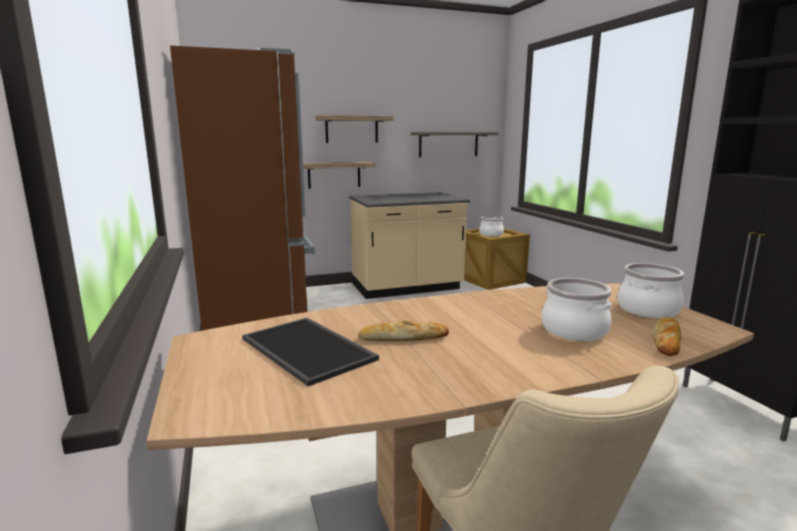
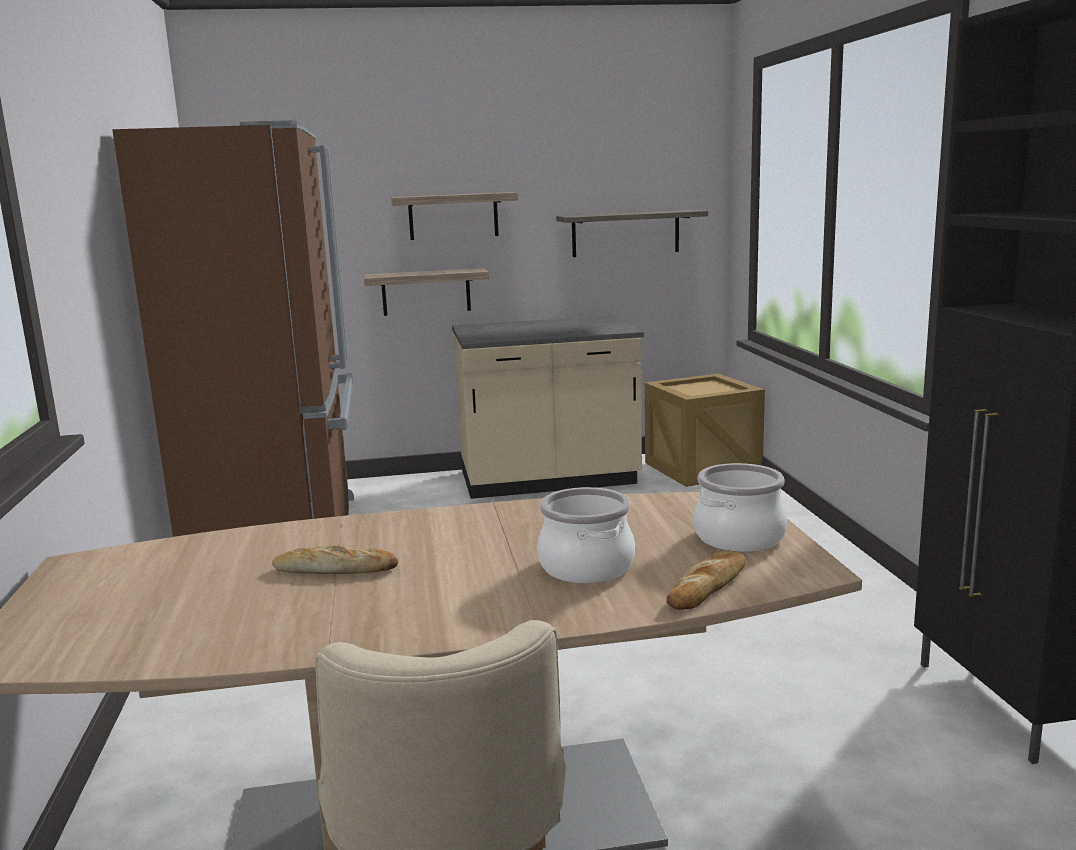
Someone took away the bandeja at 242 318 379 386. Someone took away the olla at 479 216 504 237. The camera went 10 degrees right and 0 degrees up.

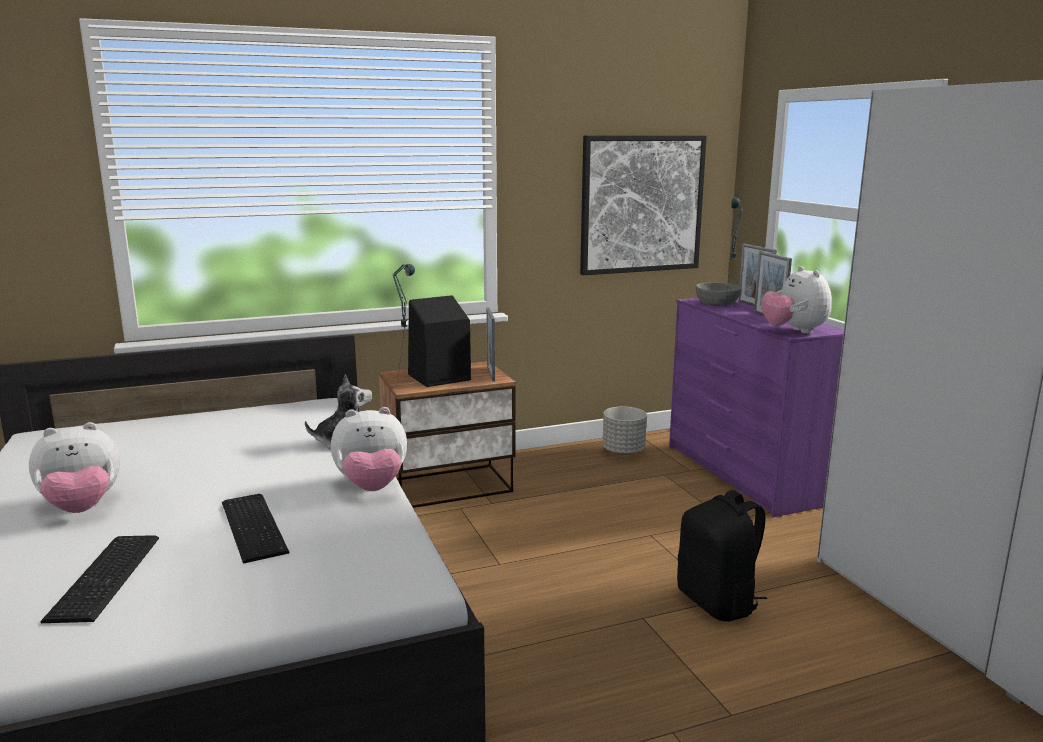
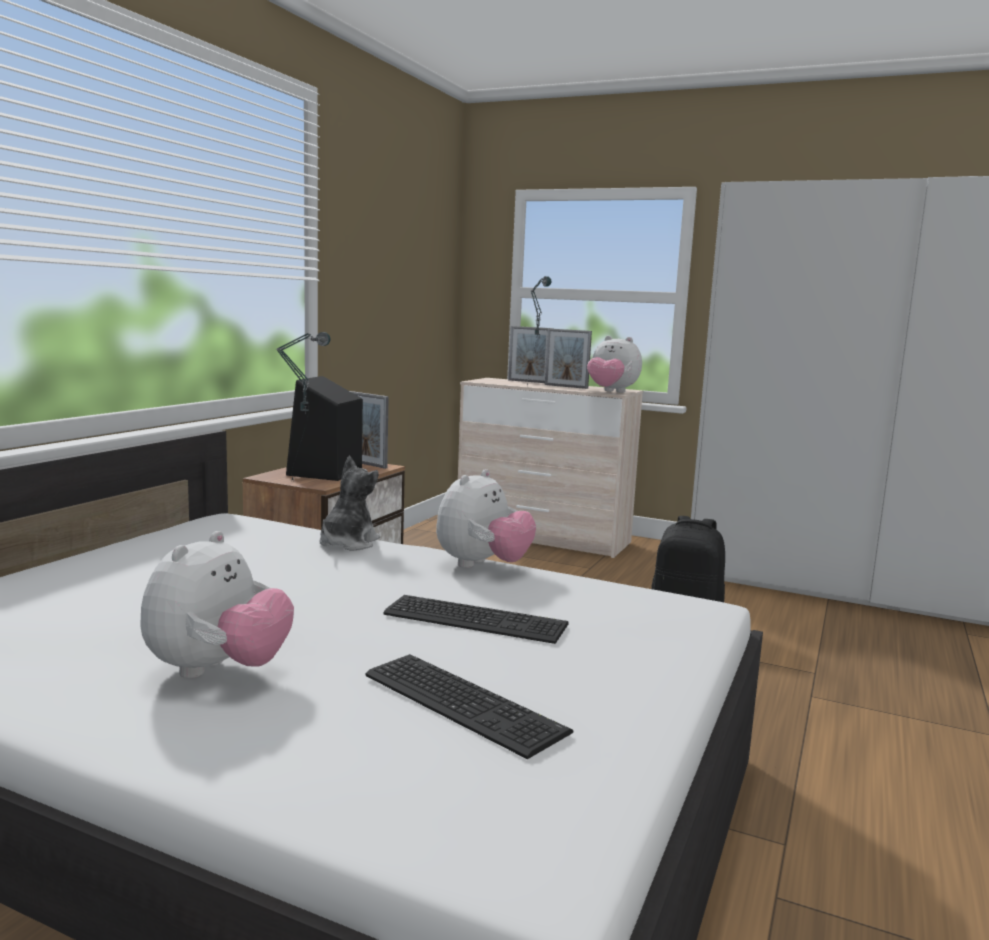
Someone took away the cuadro at 580 135 707 275. Someone took away the maceta/gris at 603 406 647 455. Someone repainted the cómoda/morado at 669 298 844 517, which became the cómoda/beis at 458 378 643 558. Someone took away the cuenco/gris at 696 282 741 306. The camera went 45 degrees left and 5 degrees down.

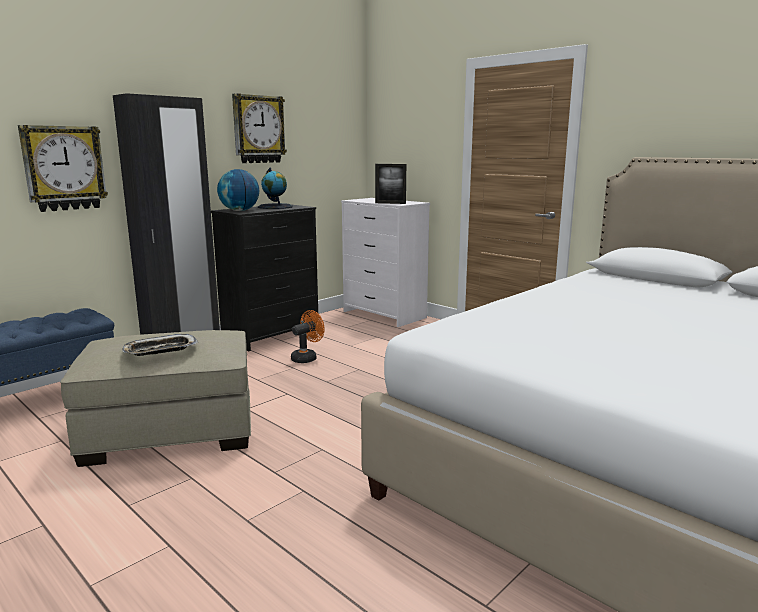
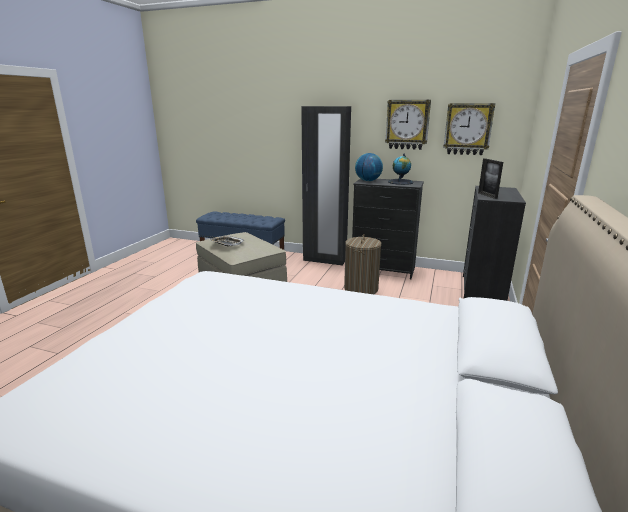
Someone carried the reloj de pared from 18 125 108 212 to 444 103 495 155. Someone swapped the ventilador/naranja at 291 310 325 363 for the cesto de la ropa at 344 234 381 294. Someone repainted the cómoda/blanco at 341 198 430 327, which became the cómoda/negro at 463 186 526 301. The camera went 65 degrees right and 5 degrees up.

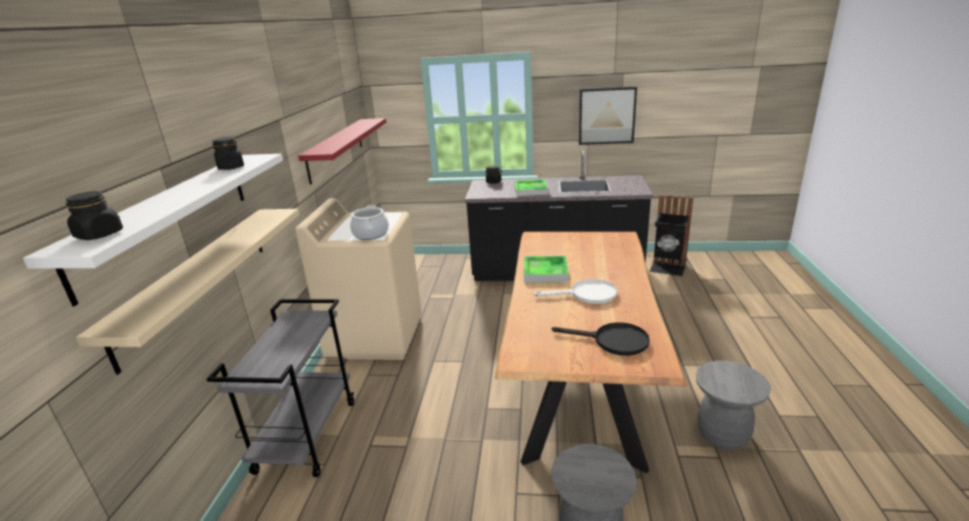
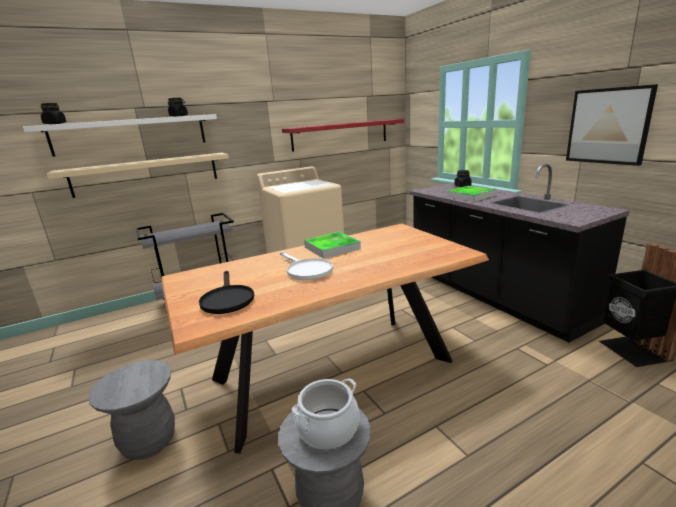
Someone carried the olla from 350 205 389 240 to 292 378 359 450. The camera went 55 degrees right and 5 degrees down.

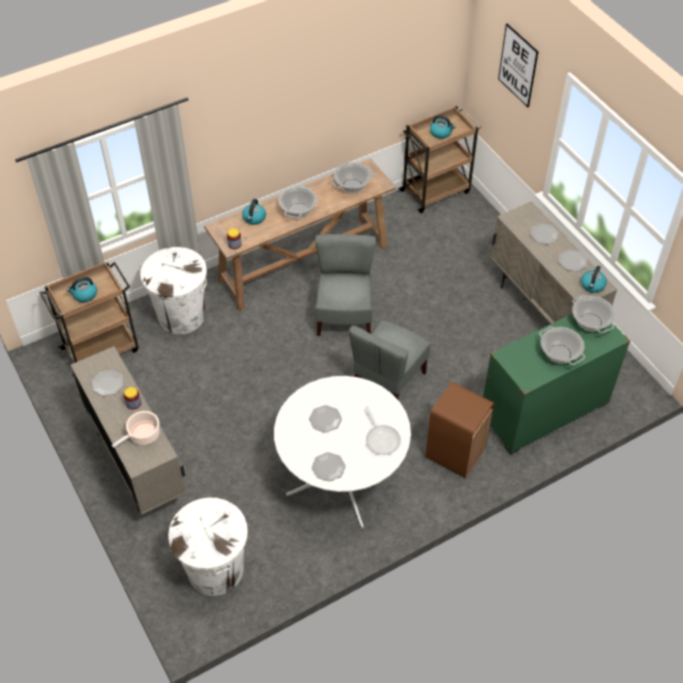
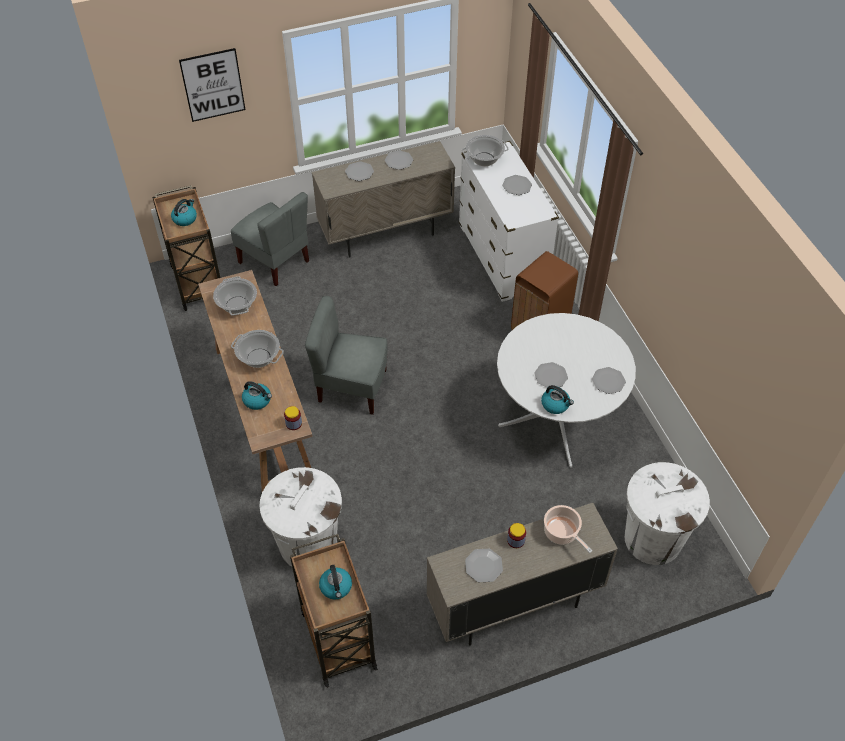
Someone carried the silla/gris from 349 320 430 399 to 231 192 309 286. Someone took away the sartén at 366 406 401 455. Someone repainted the cómoda/verde at 483 313 630 455, which became the cómoda/blanco at 459 141 559 302. Someone swapped the olla at 539 326 585 365 for the plato at 502 175 532 195. Someone carried the hervidor from 581 266 607 293 to 541 385 574 414. The camera went 80 degrees left and 0 degrees up.

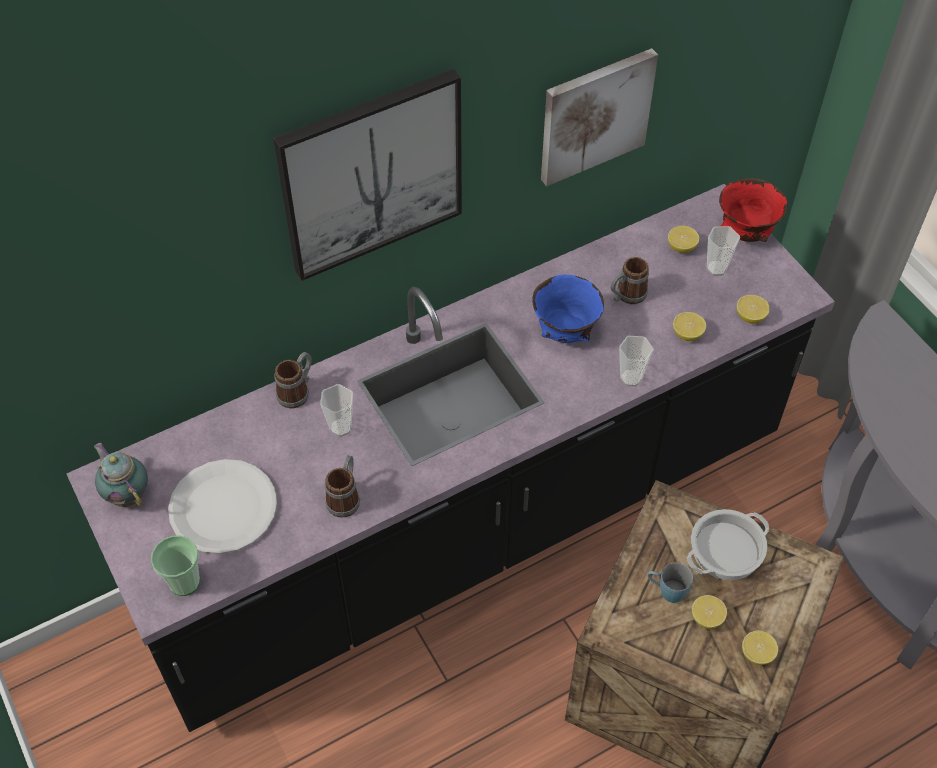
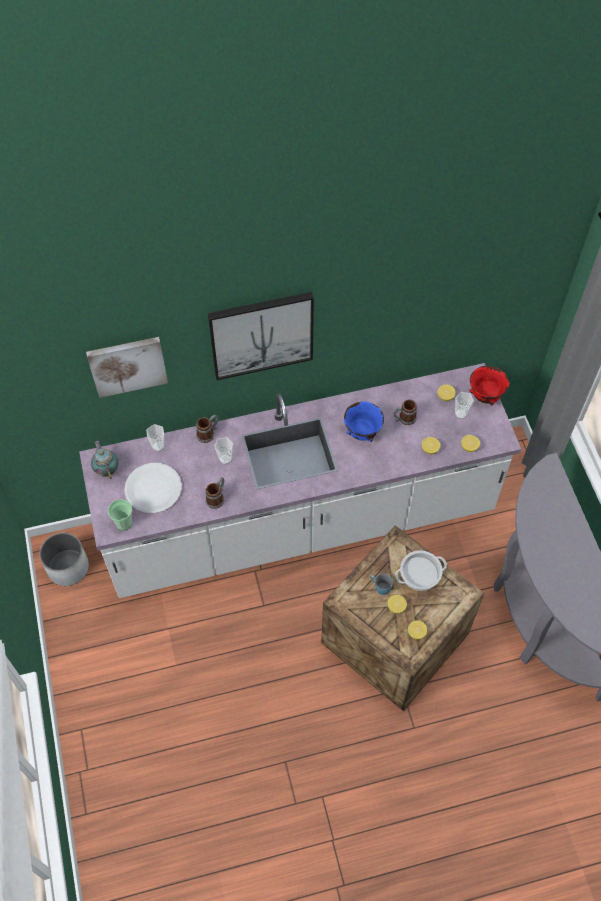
Someone repainted the mueble bajo de cocina/negro at 66 184 835 732, which became the mueble bajo de cocina/blanco at 79 363 521 598. Someone carried the cuadro from 541 48 658 186 to 86 337 168 398. Someone carried the taza from 619 336 653 387 to 146 424 164 452. Someone put down the maceta/blanco at 39 533 89 586. The camera went 15 degrees right and 5 degrees up.

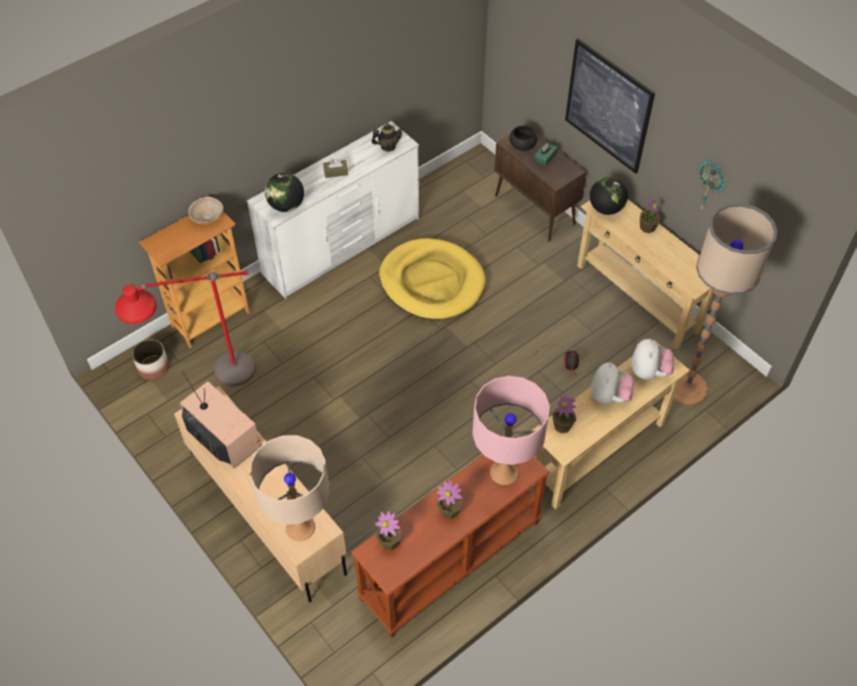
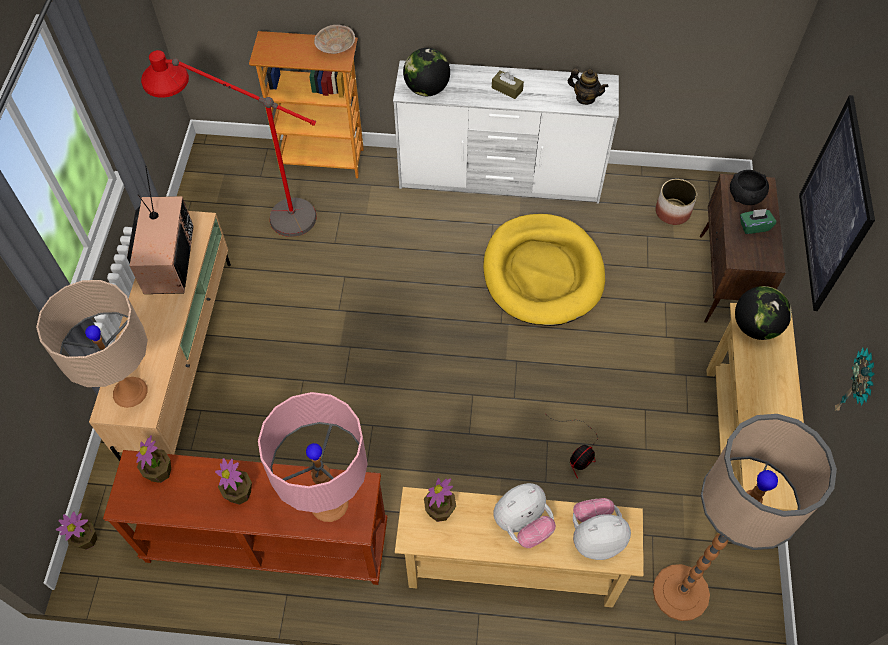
Someone carried the maceta from 132 339 169 380 to 655 179 697 225. Someone rotated the peluche at 631 339 674 379 by 150 degrees counterclockwise. Someone carried the planta en maceta from 640 197 661 233 to 56 512 97 550. The camera went 45 degrees right and 5 degrees up.

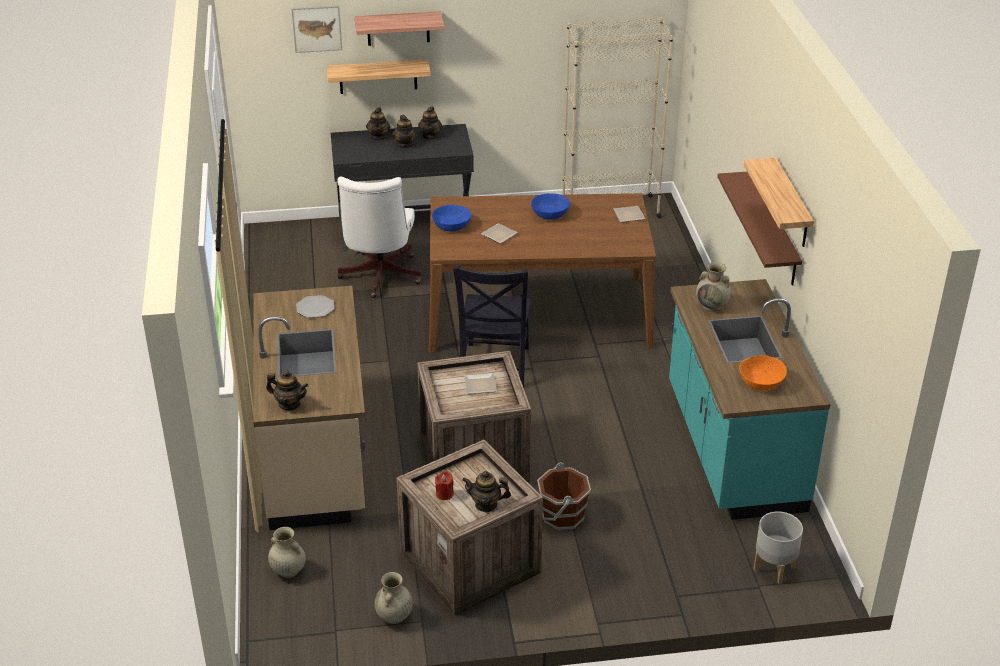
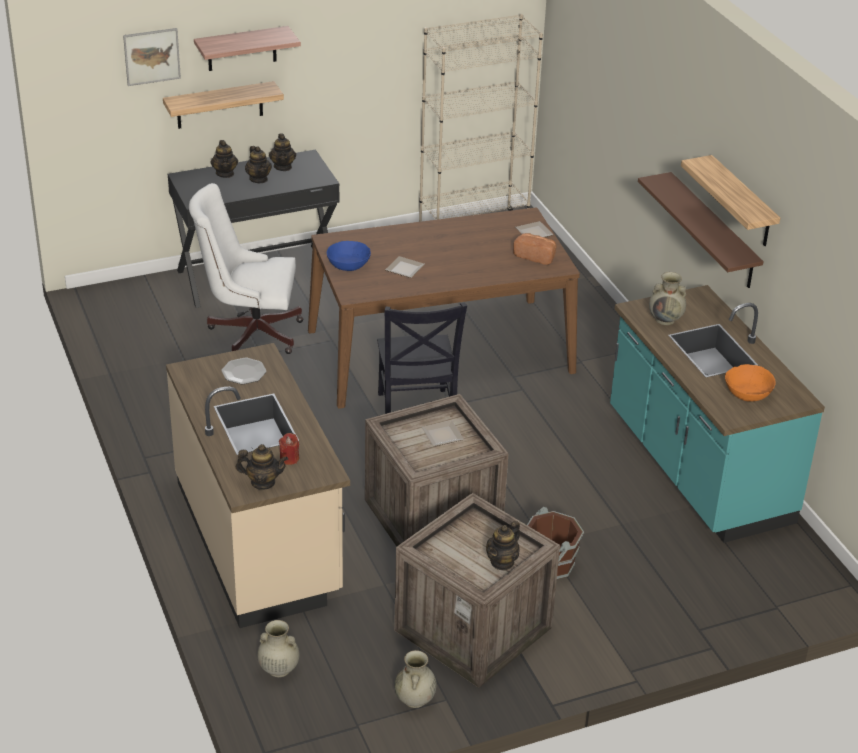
Someone rotated the silla de oficina/blanco at 337 177 422 298 by 105 degrees clockwise. Someone carried the vela/rojo from 435 471 454 500 to 279 433 299 465. Someone rotated the tetera at 462 471 511 512 by 45 degrees counterclockwise. Someone took away the cuenco/azul at 531 193 570 220. Someone took away the maceta/gris at 753 511 803 584. Someone put down the pan at 513 233 556 265. The camera went 15 degrees left and 0 degrees up.

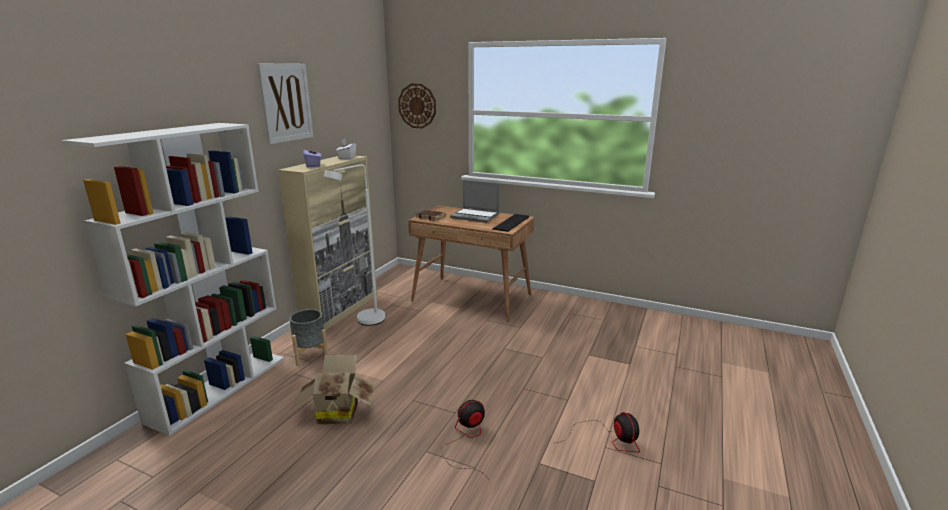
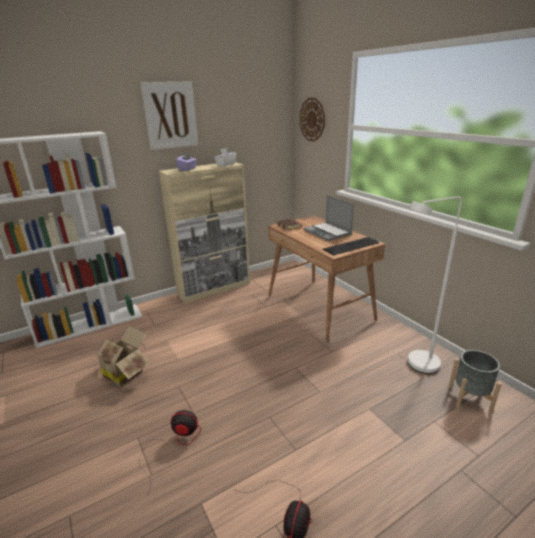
Someone carried the maceta/gris from 289 309 328 366 to 449 350 502 413. Someone carried the lámpara de pie/blanco from 324 165 385 326 to 408 196 462 374. The camera went 35 degrees right and 5 degrees up.

